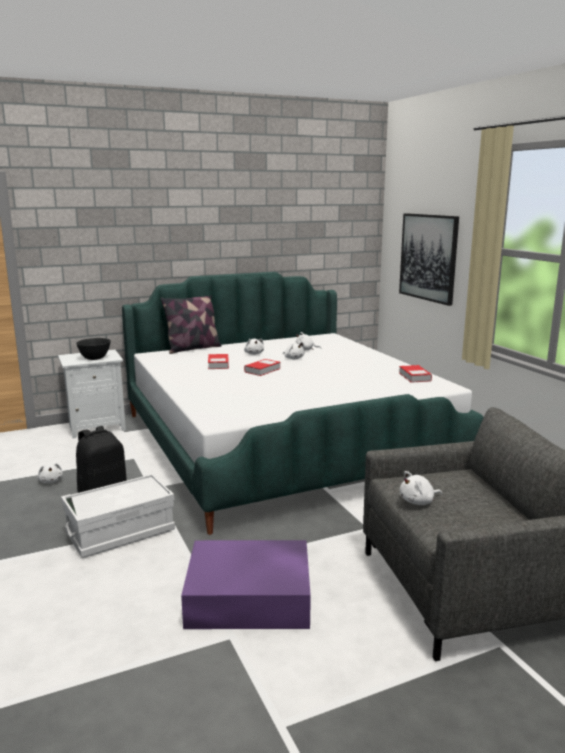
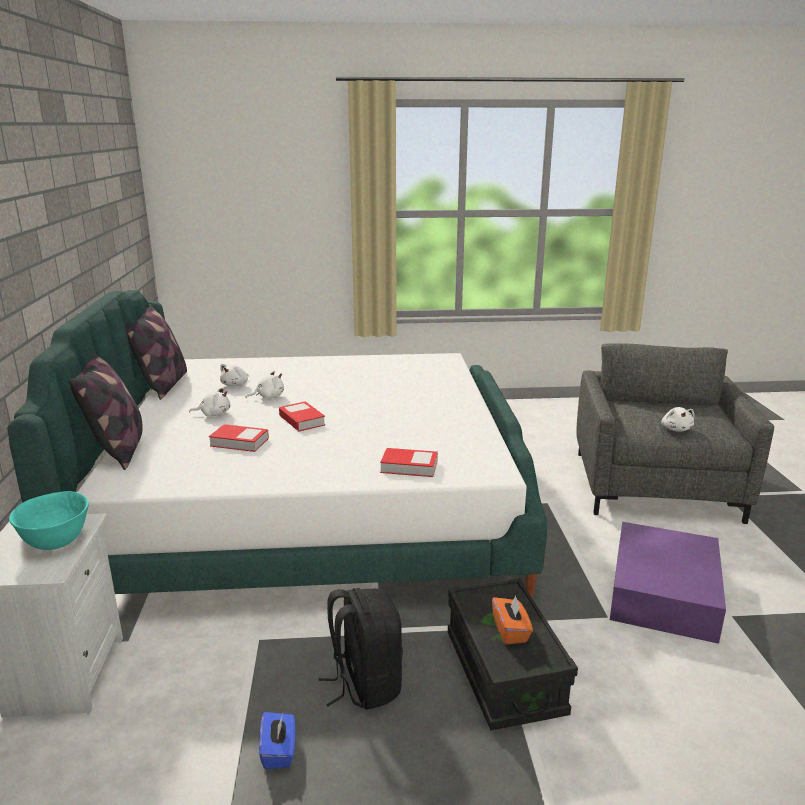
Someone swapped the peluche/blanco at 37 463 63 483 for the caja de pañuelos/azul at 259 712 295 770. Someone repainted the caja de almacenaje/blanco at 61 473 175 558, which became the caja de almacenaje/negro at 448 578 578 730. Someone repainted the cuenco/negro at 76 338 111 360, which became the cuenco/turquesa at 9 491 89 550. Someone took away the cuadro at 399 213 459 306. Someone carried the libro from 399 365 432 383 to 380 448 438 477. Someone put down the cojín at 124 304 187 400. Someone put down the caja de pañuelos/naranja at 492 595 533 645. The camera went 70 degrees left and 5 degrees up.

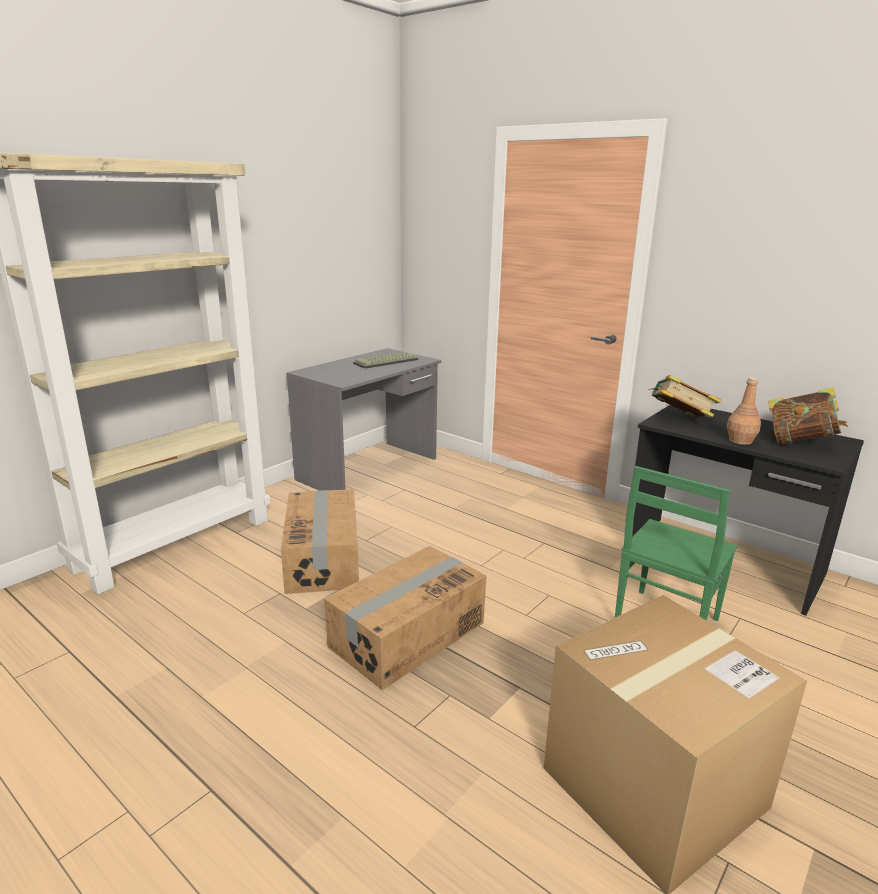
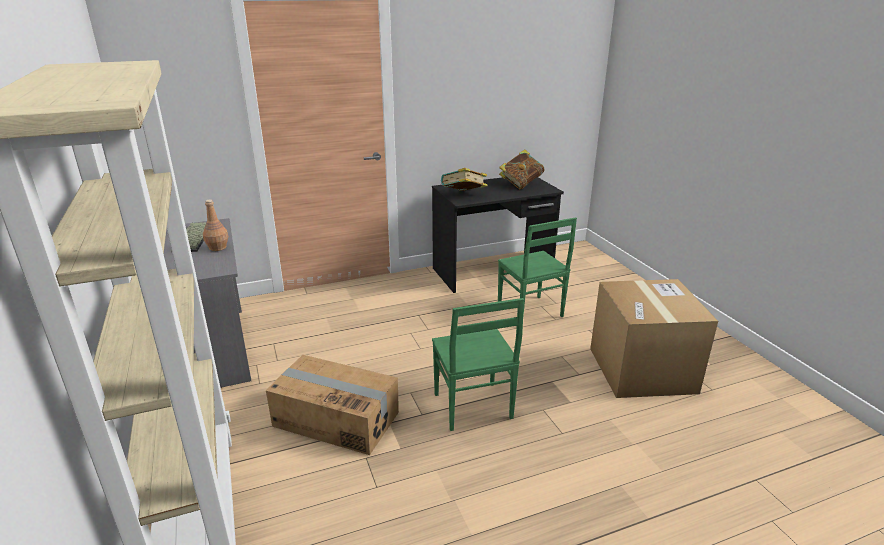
Someone swapped the caja de cartón at 324 546 486 690 for the silla/verde at 432 298 524 431. Someone carried the botella/marrón from 727 377 761 445 to 203 200 228 251. The camera went 60 degrees left and 5 degrees up.

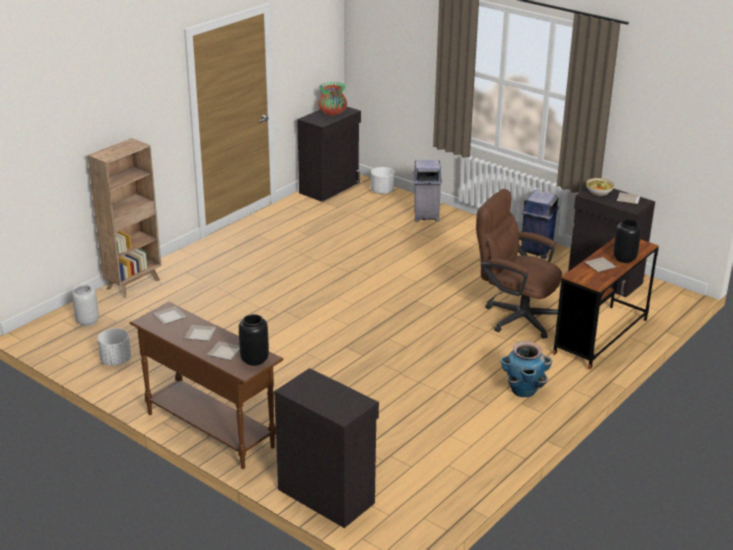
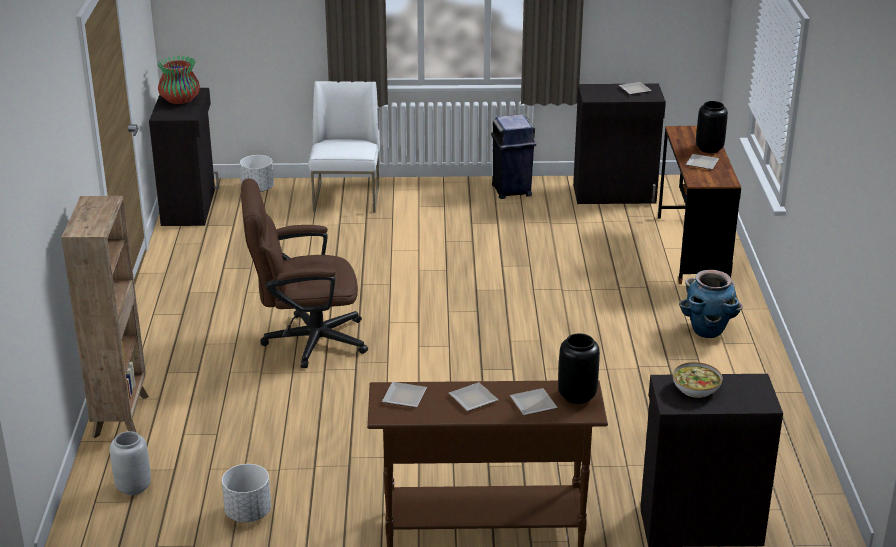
Someone swapped the papelera/gris at 413 160 442 222 for the silla/blanco at 309 81 380 213. Someone carried the silla de oficina/marrón from 476 189 562 339 to 241 178 368 368. Someone carried the cuenco from 586 178 614 196 to 673 362 722 398. The camera went 40 degrees left and 0 degrees up.

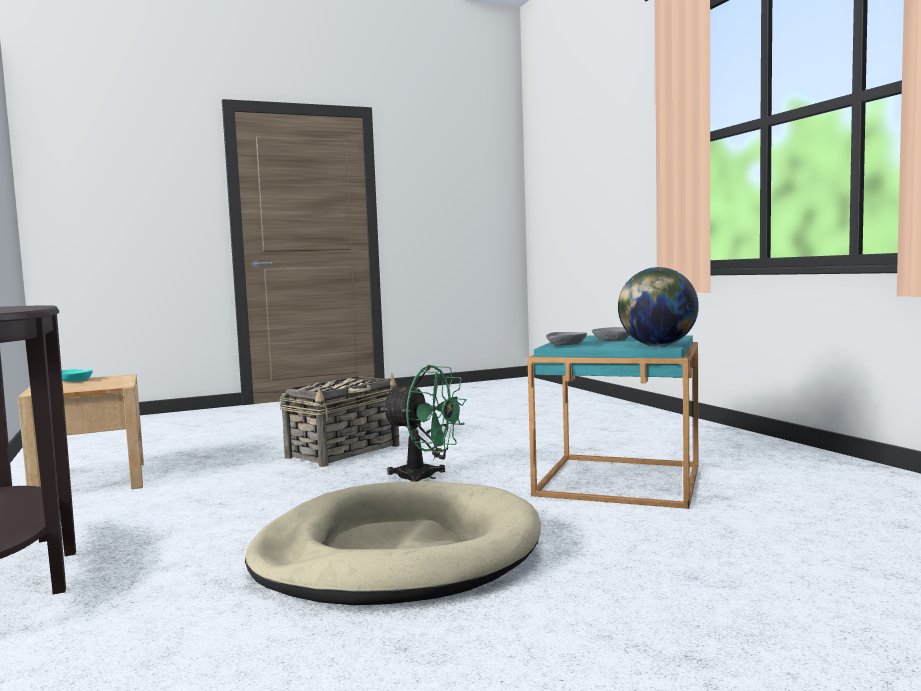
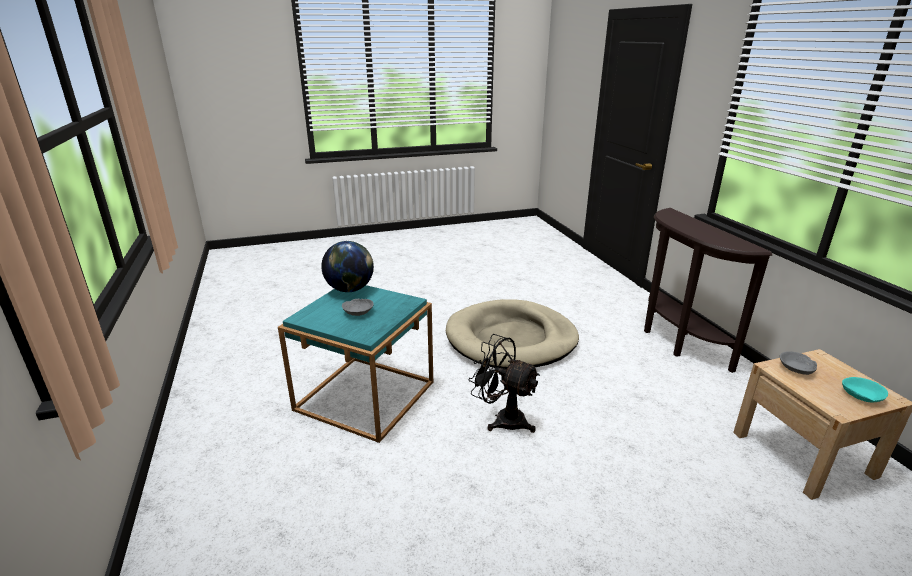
Someone took away the cesta at 280 372 400 467. Someone repainted the ventilador/verde at 381 365 466 482, which became the ventilador/negro at 468 334 540 433. Someone carried the cuenco/gris from 546 332 587 346 to 780 351 817 375. The camera went 175 degrees left and 20 degrees up.

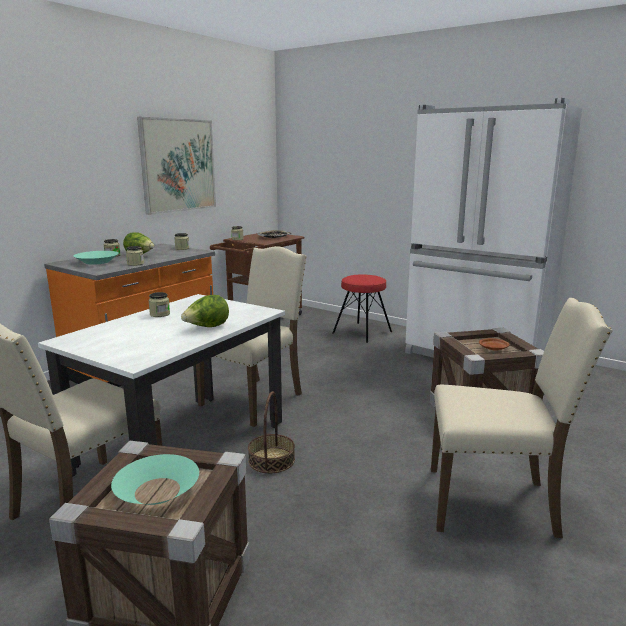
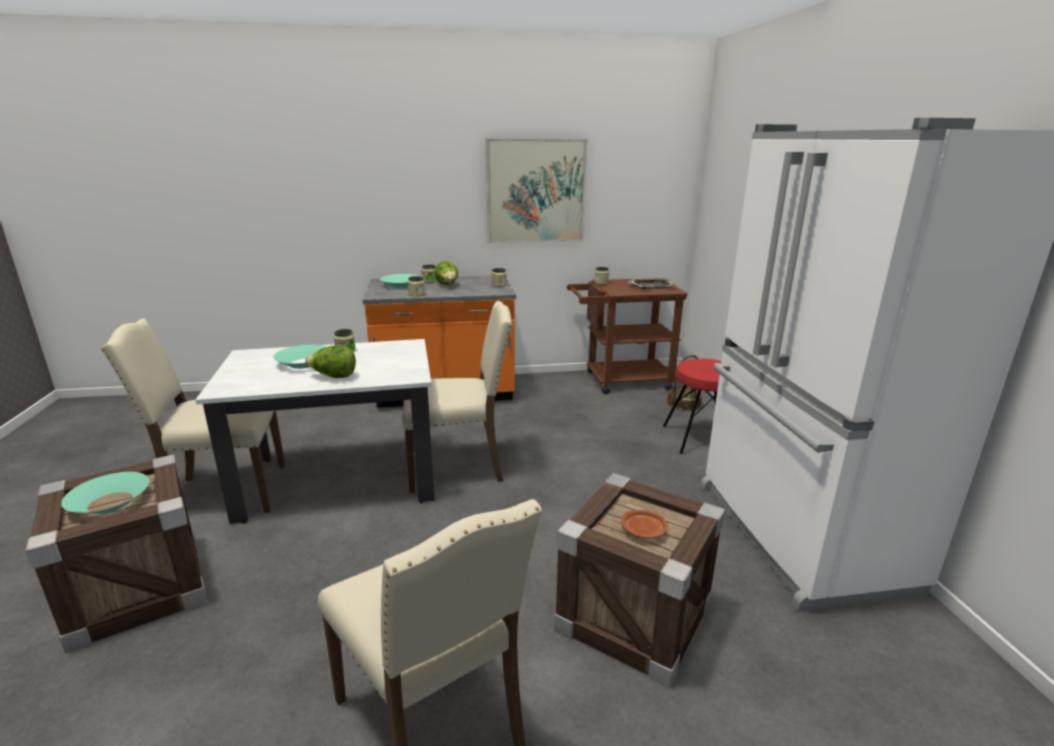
Someone carried the cesta from 248 391 295 473 to 667 355 703 411. Someone put down the cuenco/turquesa at 273 345 327 369. The camera went 45 degrees right and 5 degrees up.

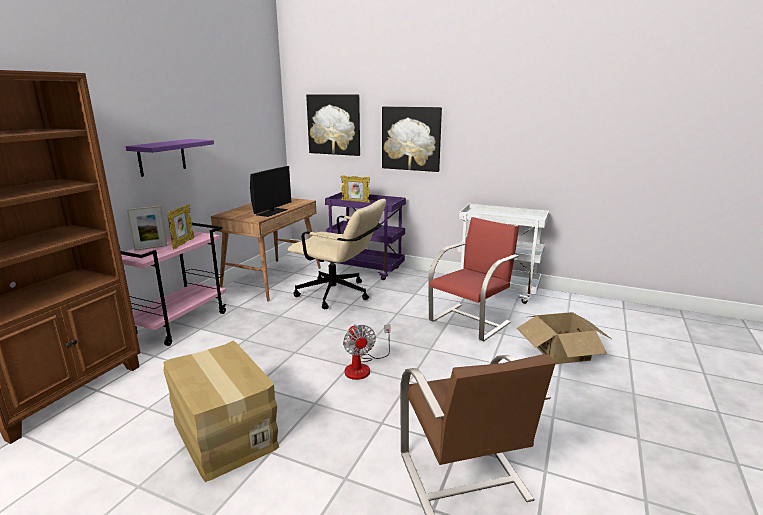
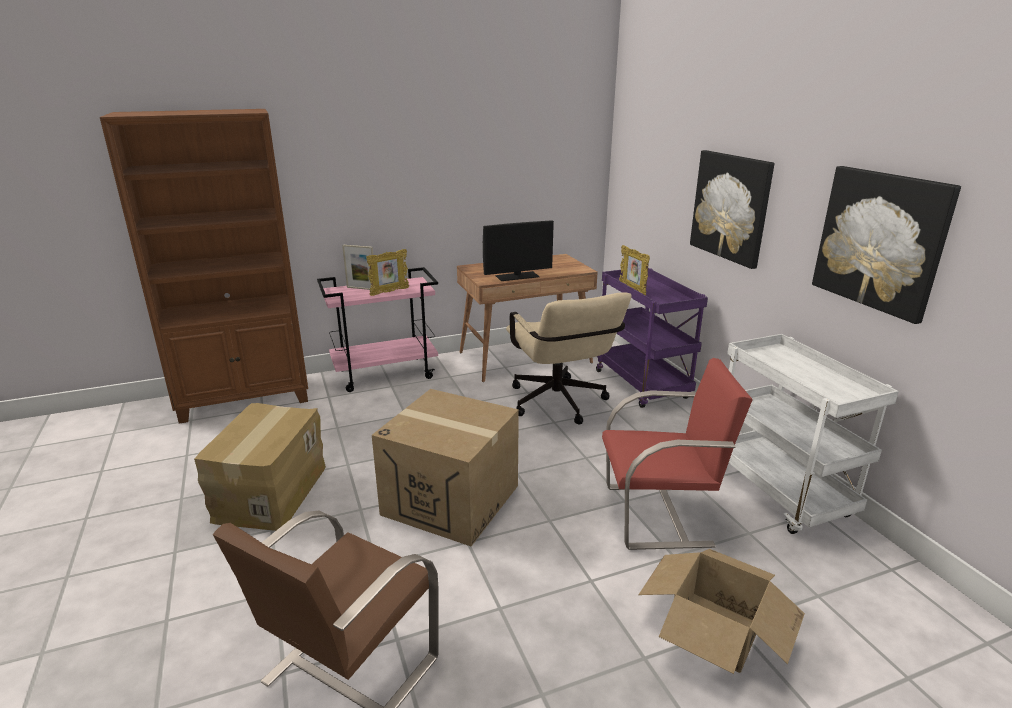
Someone took away the estante/morado at 126 139 214 177. Someone carried the cuadro from 306 94 360 156 to 812 166 961 324. Someone swapped the ventilador at 343 324 390 380 for the caja de cartón at 372 389 519 546. The camera went 45 degrees right and 5 degrees up.

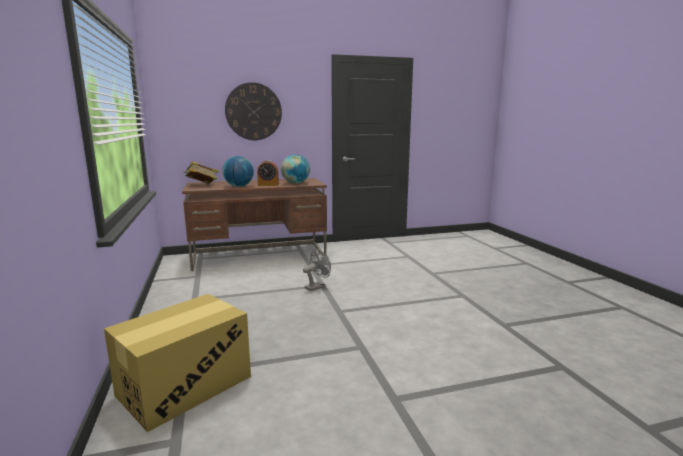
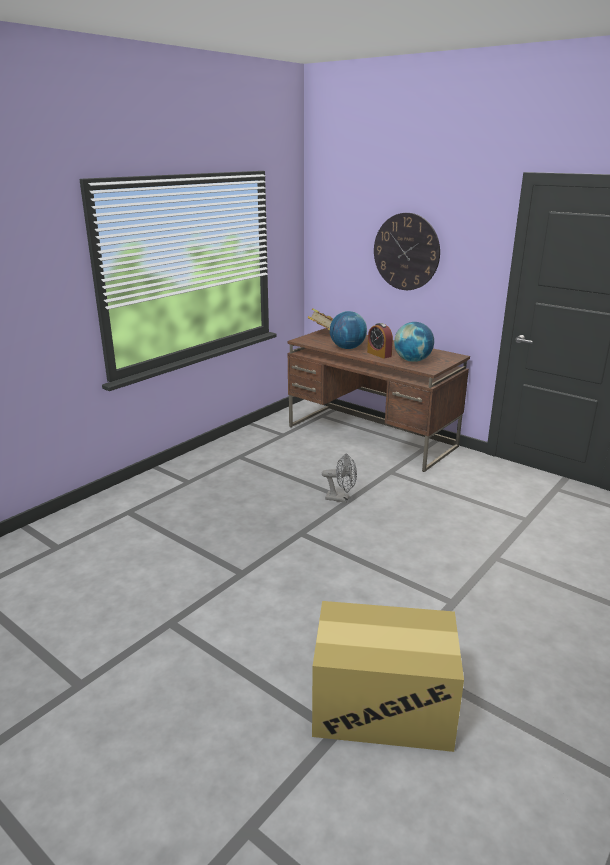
Someone carried the caja de cartón from 104 294 251 432 to 312 601 464 752. The camera went 55 degrees right and 10 degrees up.

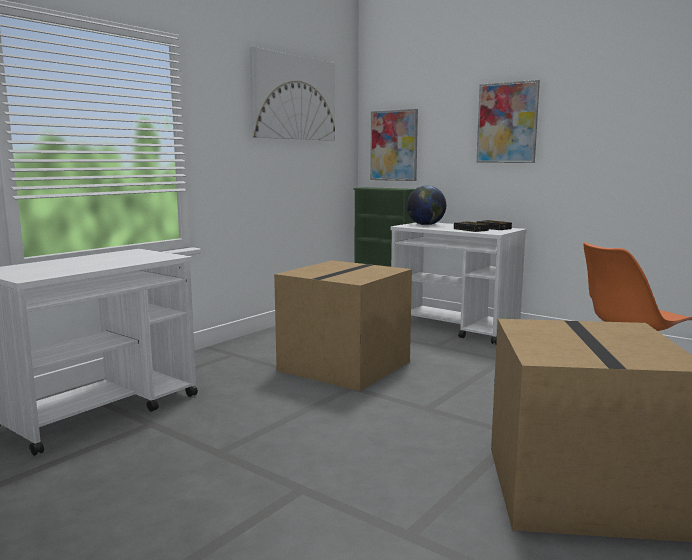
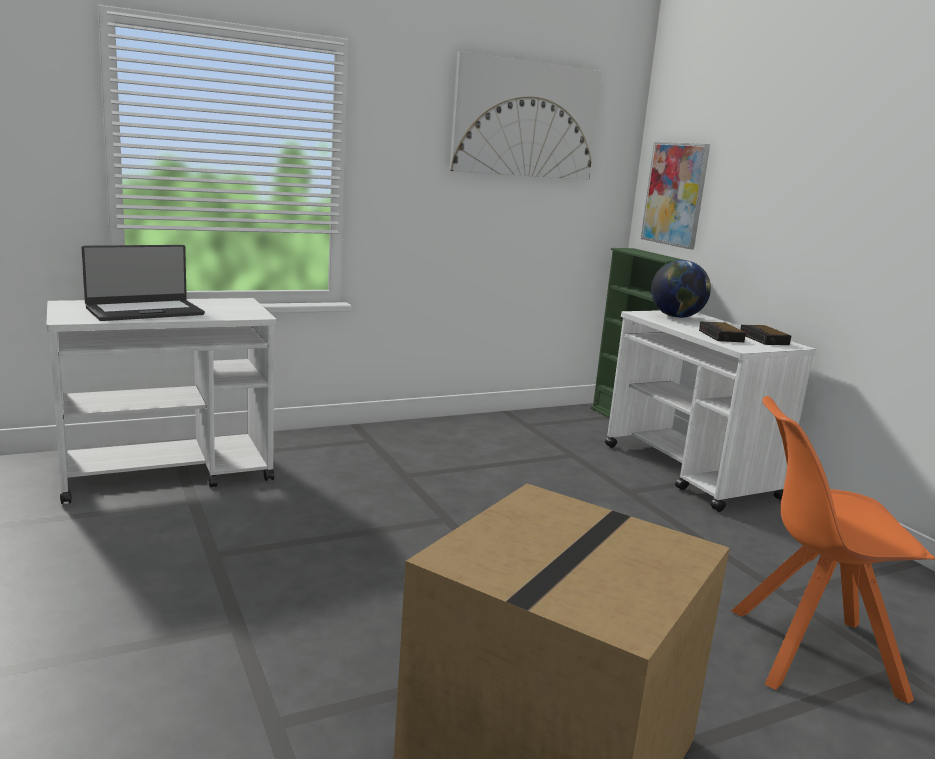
Someone took away the caja de cartón at 274 260 412 391. Someone took away the cuadro at 476 80 540 163. Someone put down the portátil at 81 245 205 321. The camera went 25 degrees right and 5 degrees up.

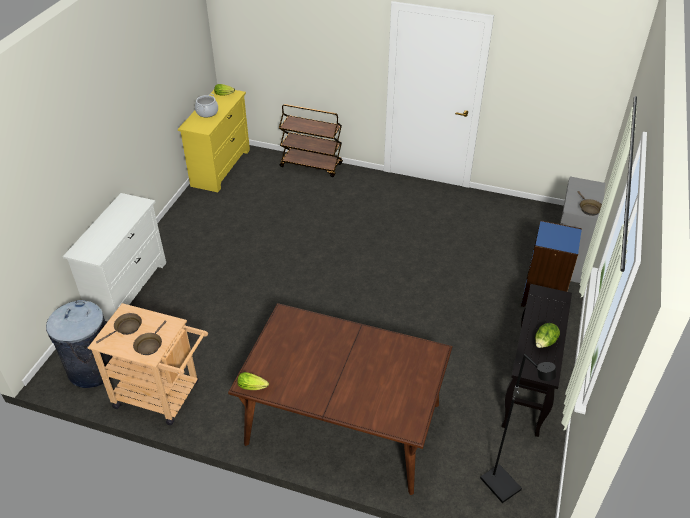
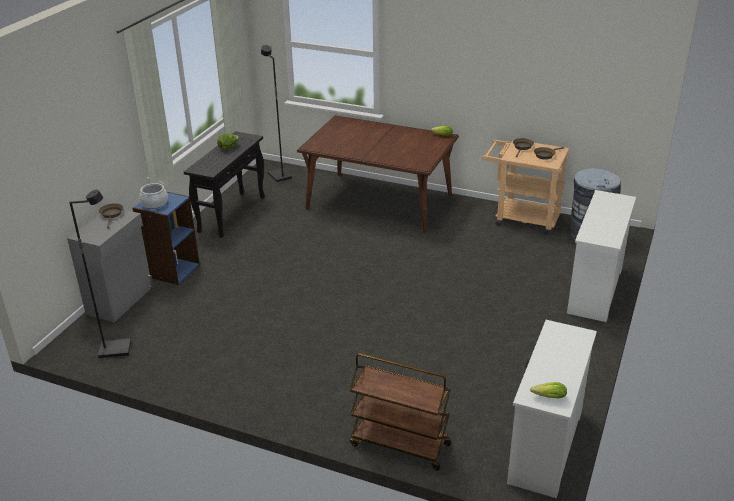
Someone repainted the cómoda/amarillo at 178 90 250 192, which became the cómoda/blanco at 507 320 597 498. Someone carried the olla from 195 93 218 117 to 140 181 168 209. Someone put down the lámpara de pie/negro at 69 190 131 358. The camera went 175 degrees left and 10 degrees down.

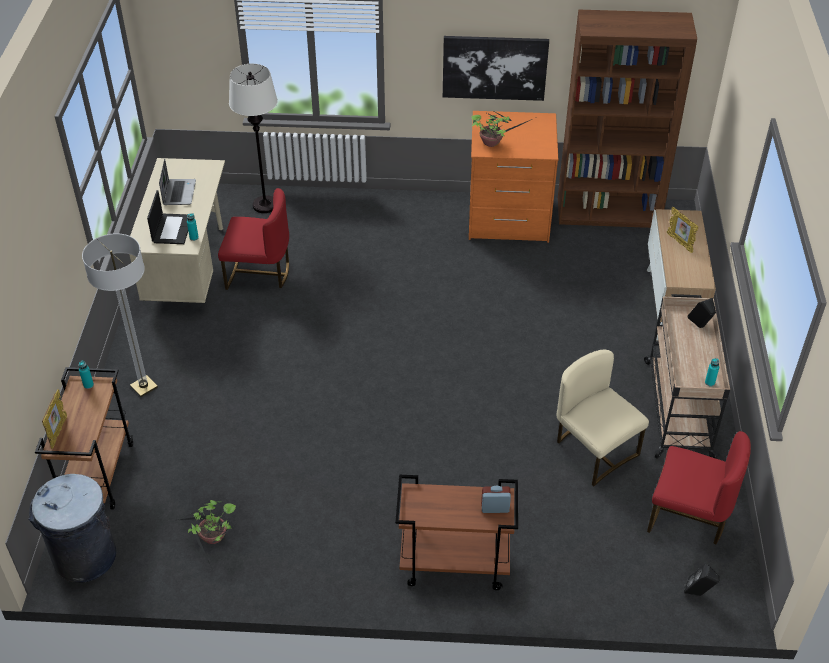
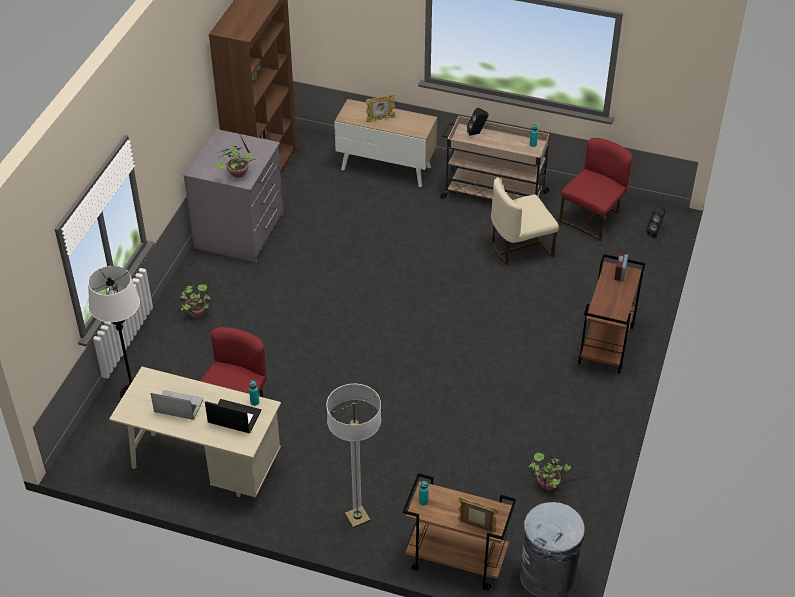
Someone took away the cuadro at 443 36 549 101. Someone repainted the cómoda/naranja at 469 111 558 243, which became the cómoda/gris at 183 129 284 262. Someone put down the planta en maceta at 170 284 214 325. The camera went 75 degrees left and 0 degrees up.

